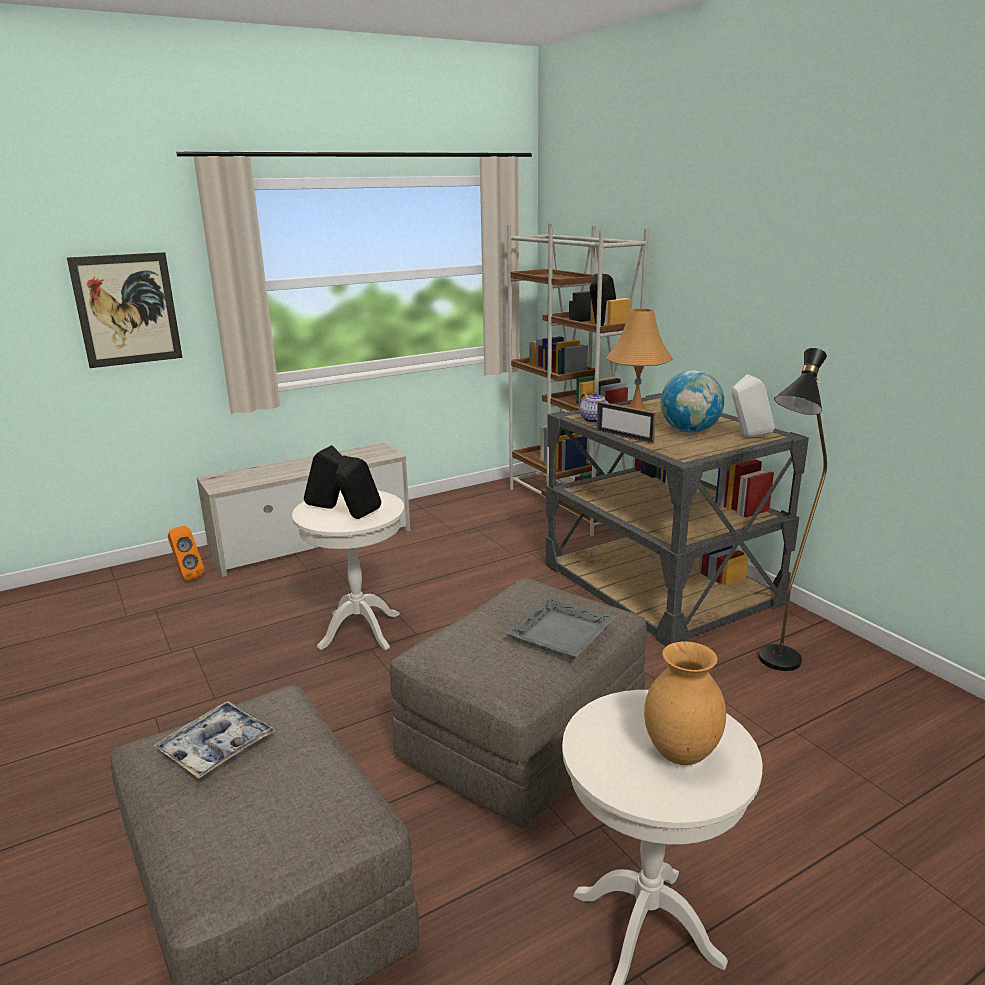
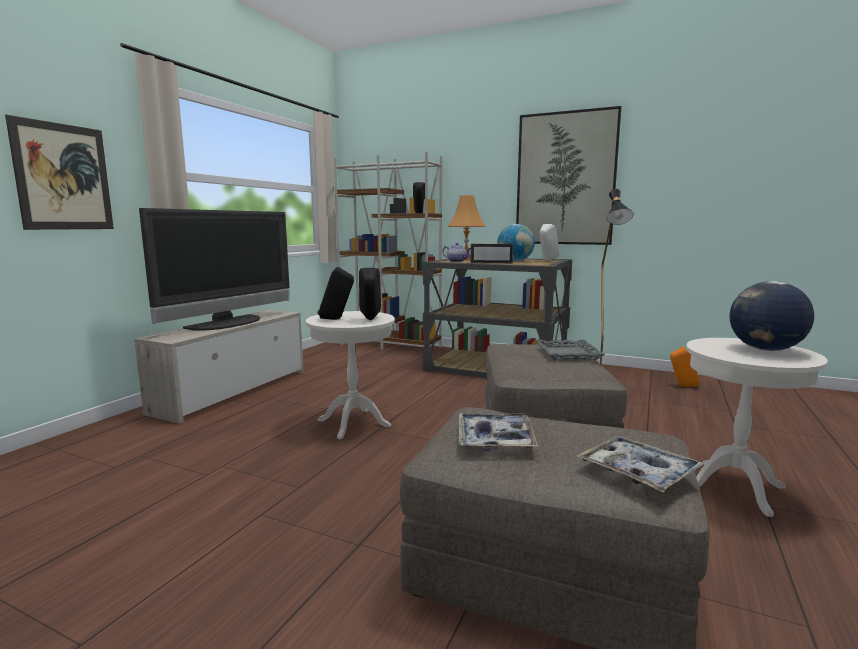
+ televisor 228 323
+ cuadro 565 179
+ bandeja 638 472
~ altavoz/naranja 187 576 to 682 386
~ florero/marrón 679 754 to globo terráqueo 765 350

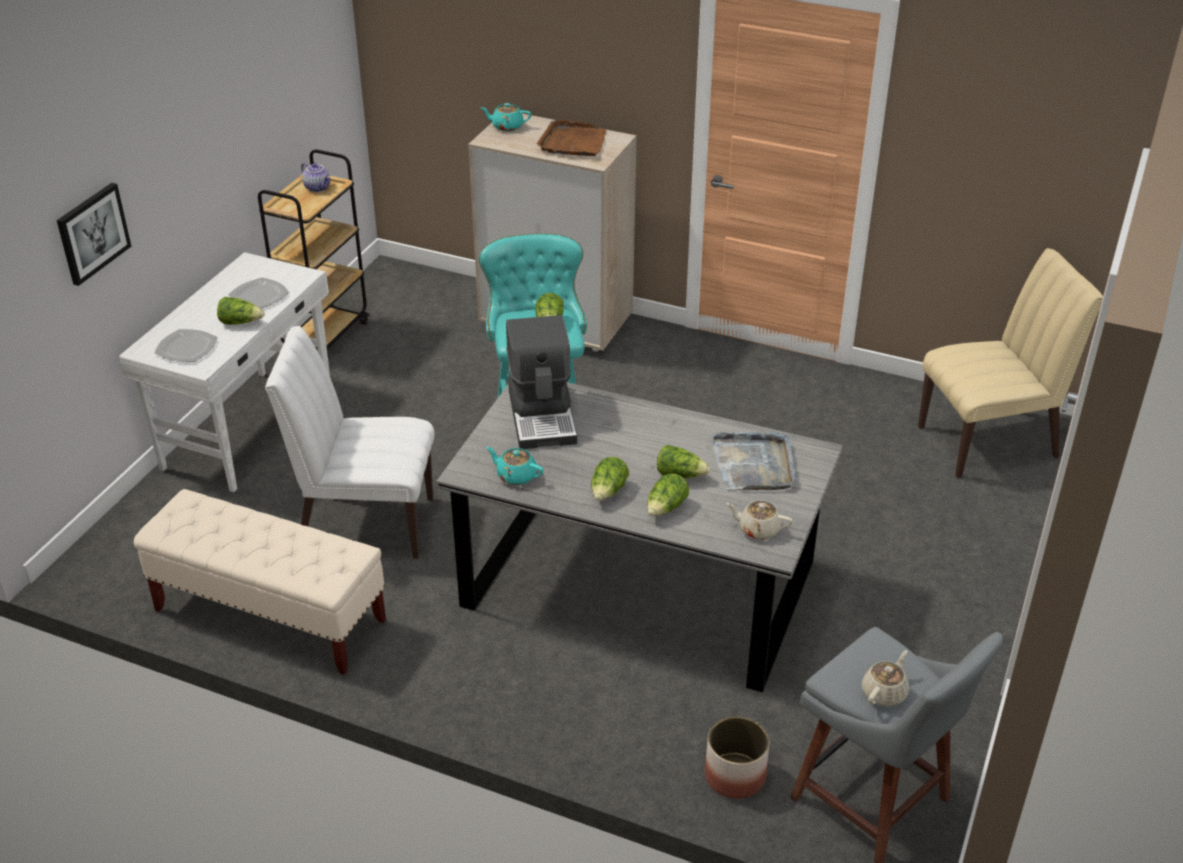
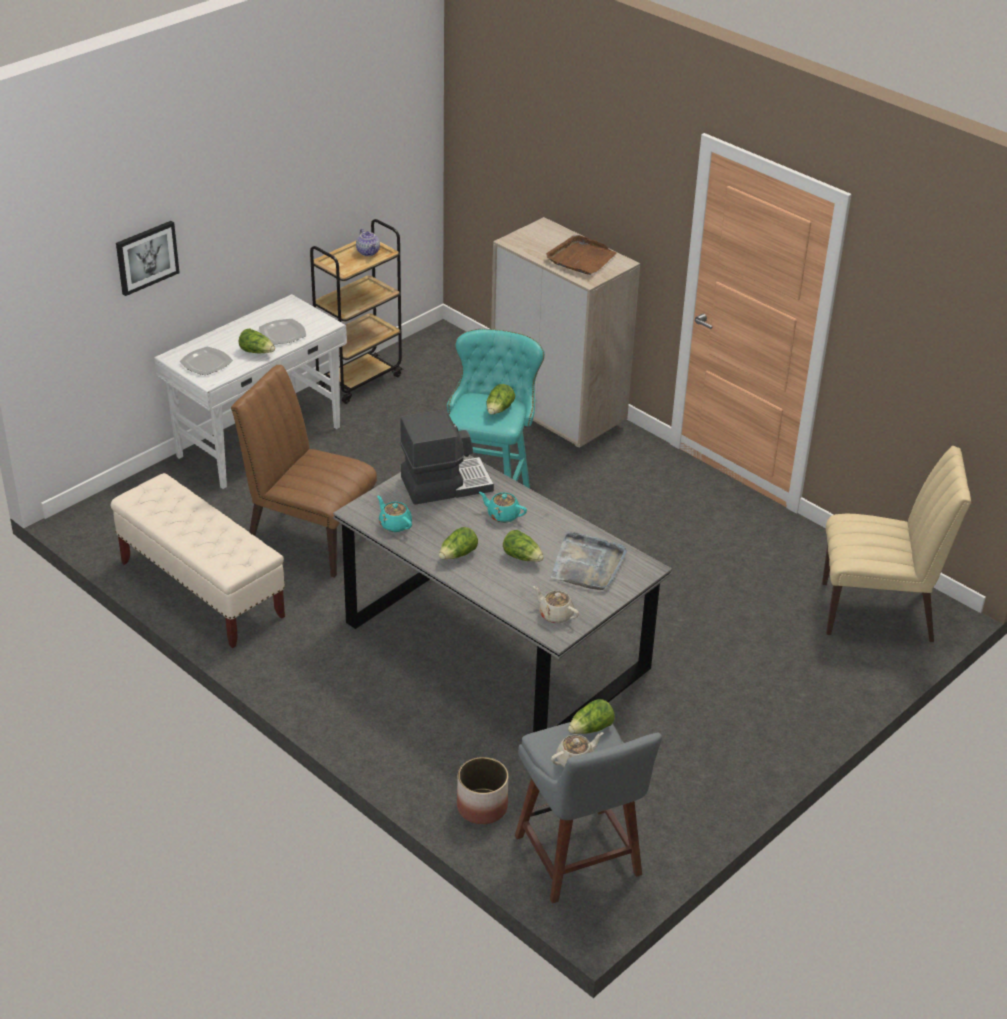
~ silla/blanco 367 524 to silla/marrón 311 541
~ cafetera 543 416 = 445 483 120 degrees counterclockwise
~ tetera/turquesa 507 126 to 502 515
~ lechuga 666 508 to 591 729

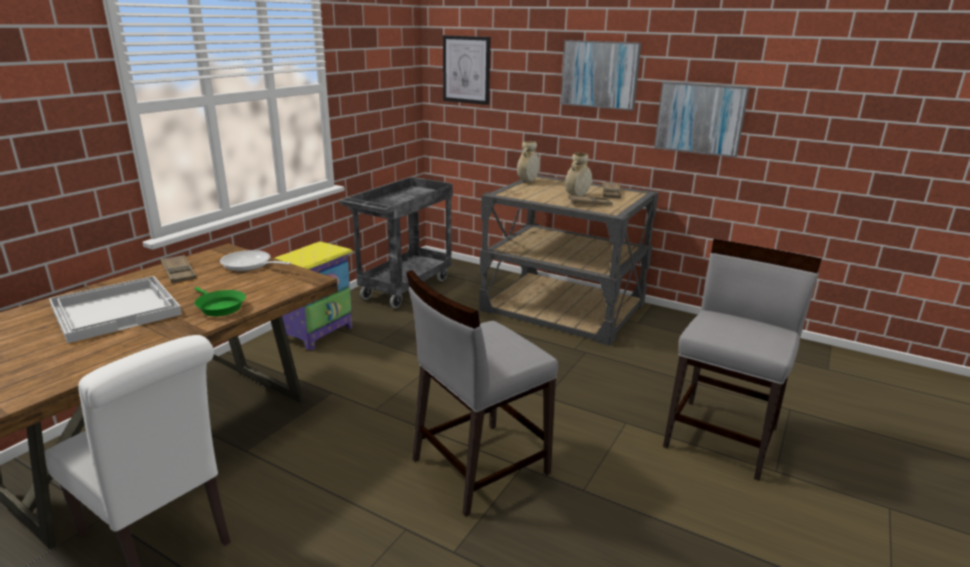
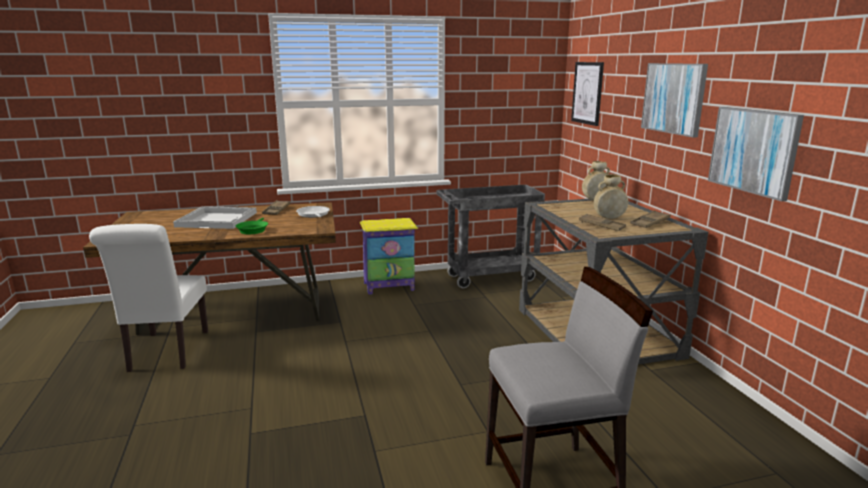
- silla/gris 478 466

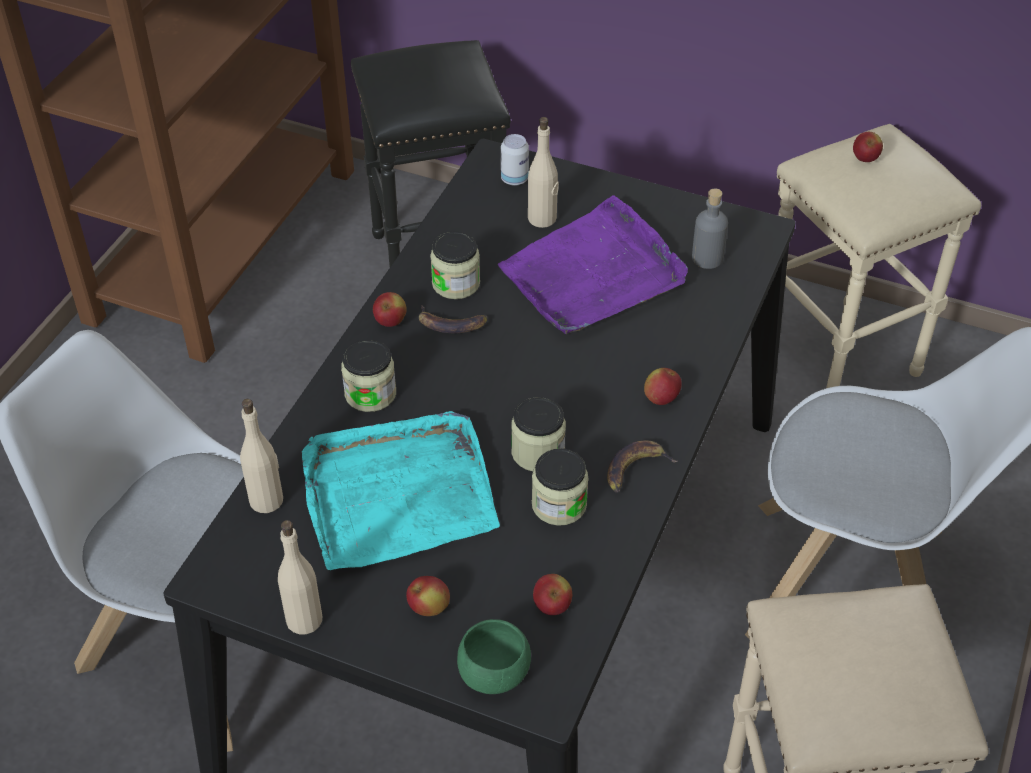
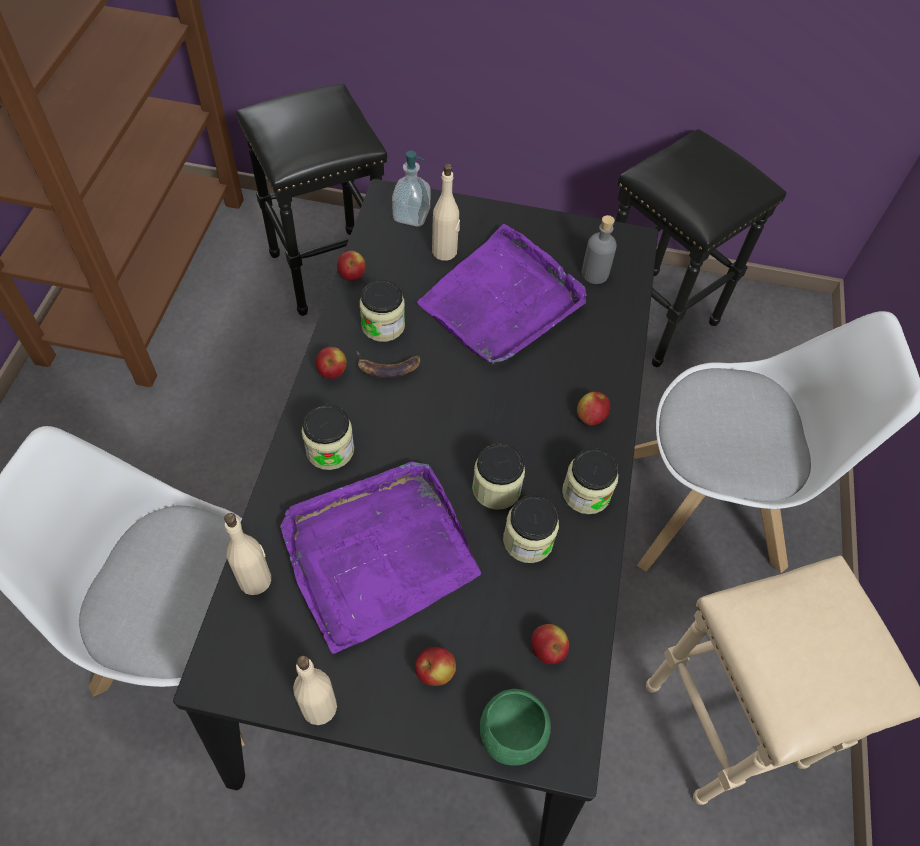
~ bandeja/turquesa 397 494 to bandeja/morado 378 553
~ manzana 865 159 to 352 276
~ lata 514 179 to dispensador de jabón 411 215
~ plátano 635 469 to tarro 586 493
~ taburete/beis 842 357 to taburete/negro 657 316

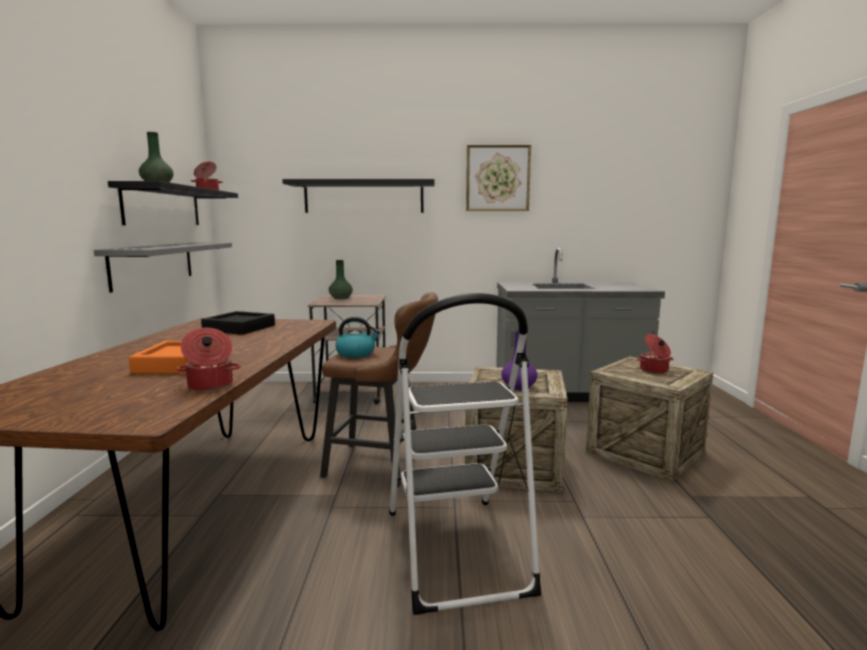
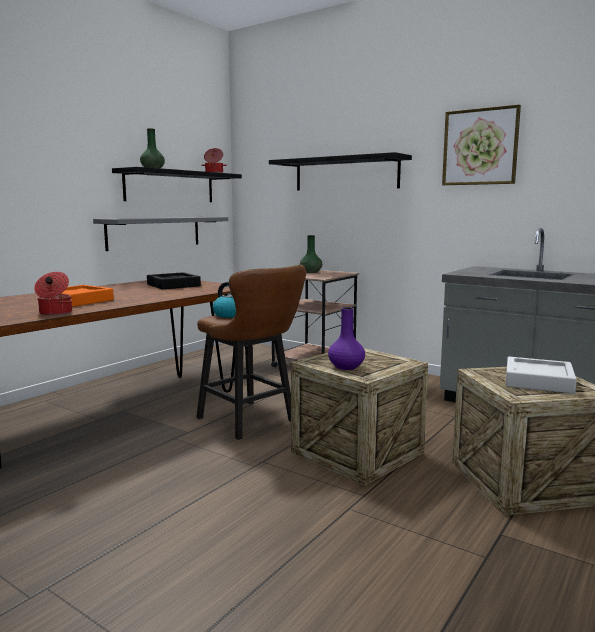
~ olla 654 370 to bandeja/gris 538 381
- escalera de tijera 455 553

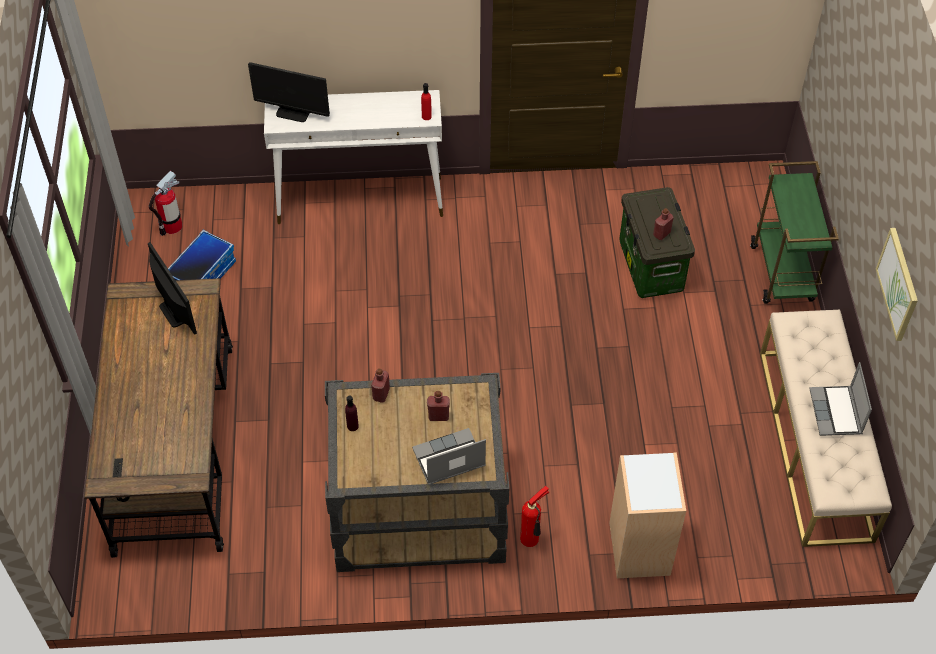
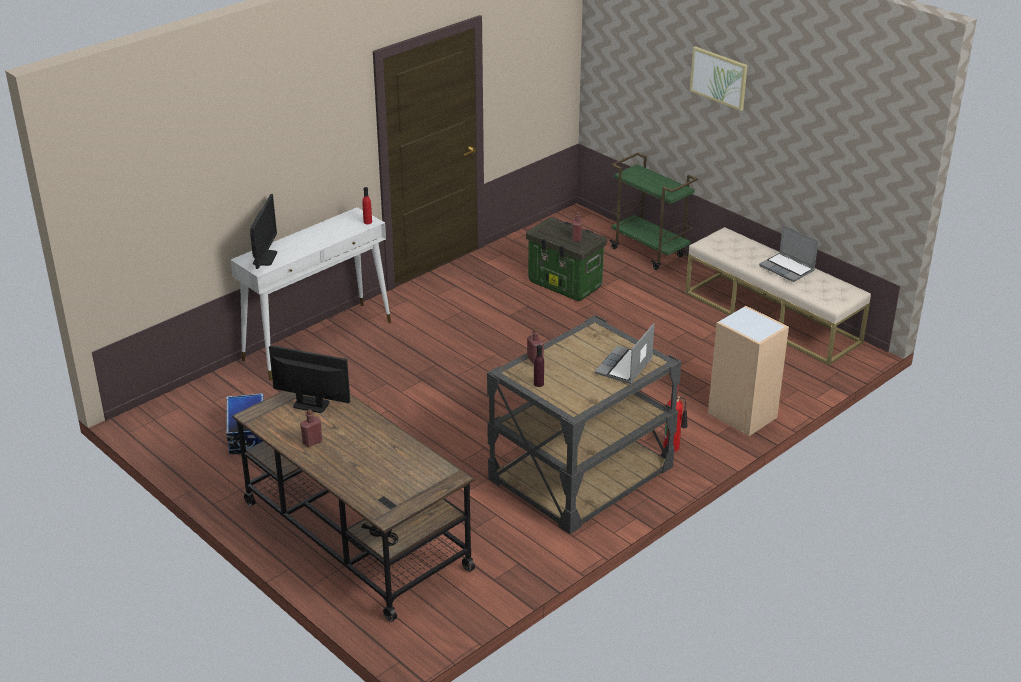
~ monitor 293 112 = 265 258 60 degrees counterclockwise
~ botella/rojo 438 416 to 312 442
~ cuadro 898 284 to 719 77
- extintor 172 226

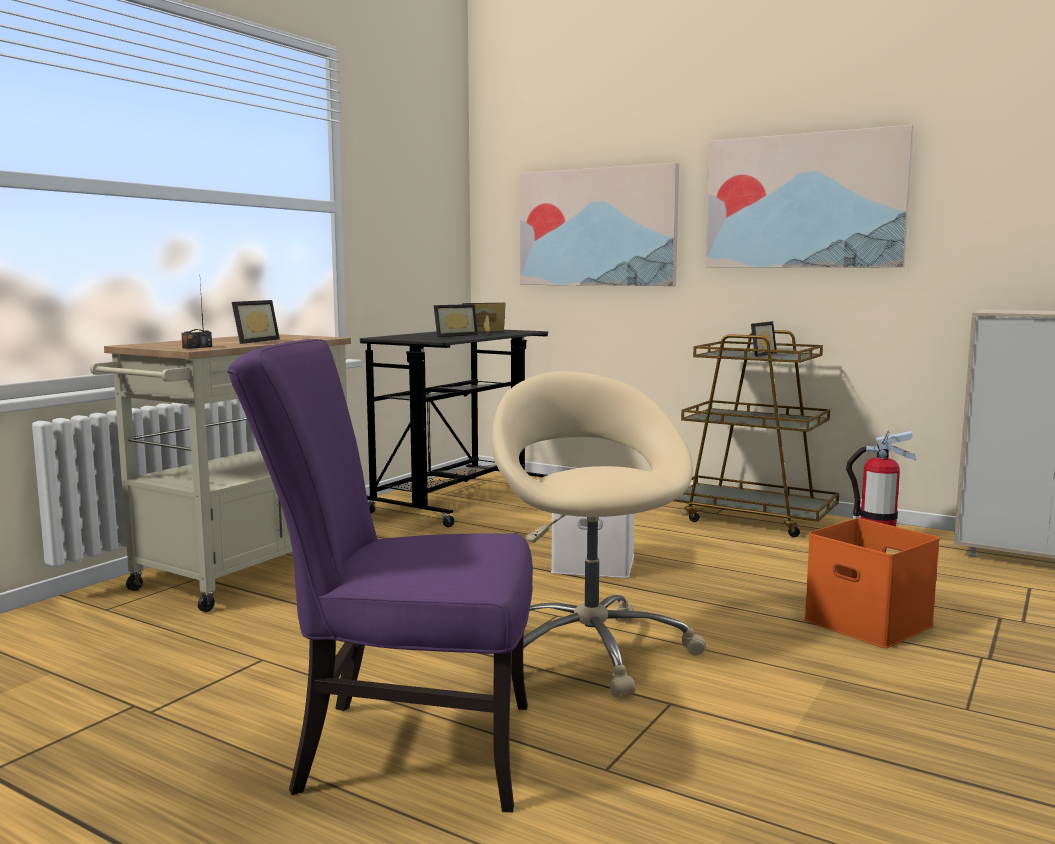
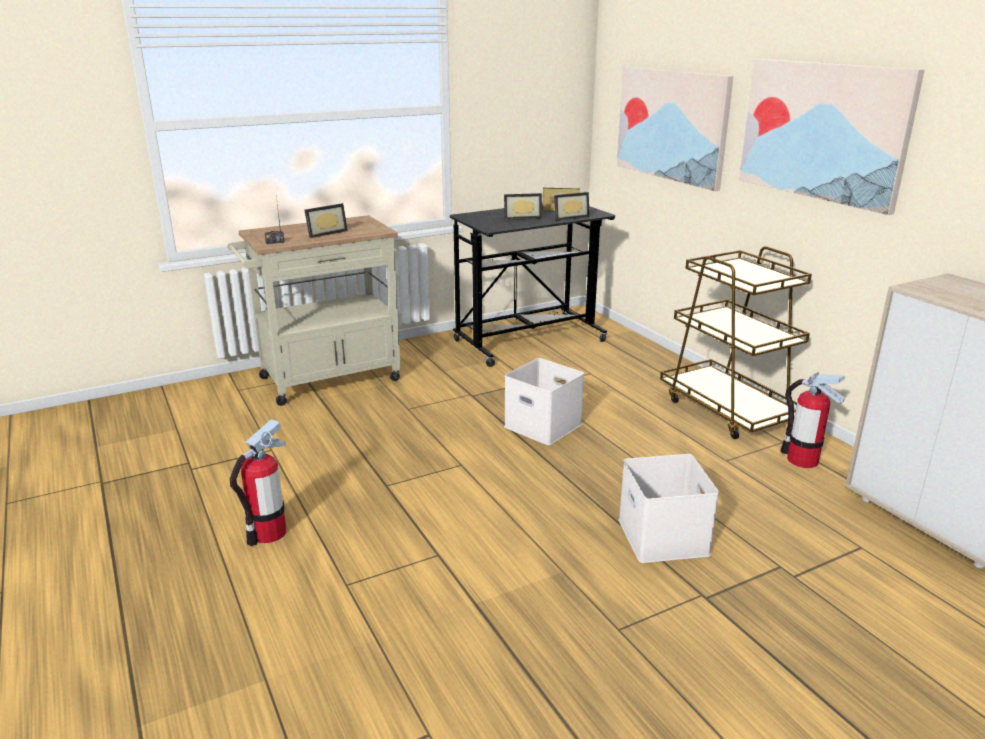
~ silla/morado 400 748 to extintor 268 533
~ portarretratos 758 354 to 569 217
~ caja de almacenaje/naranja 871 623 to caja de almacenaje/blanco 665 538
- silla de oficina/beis 591 651

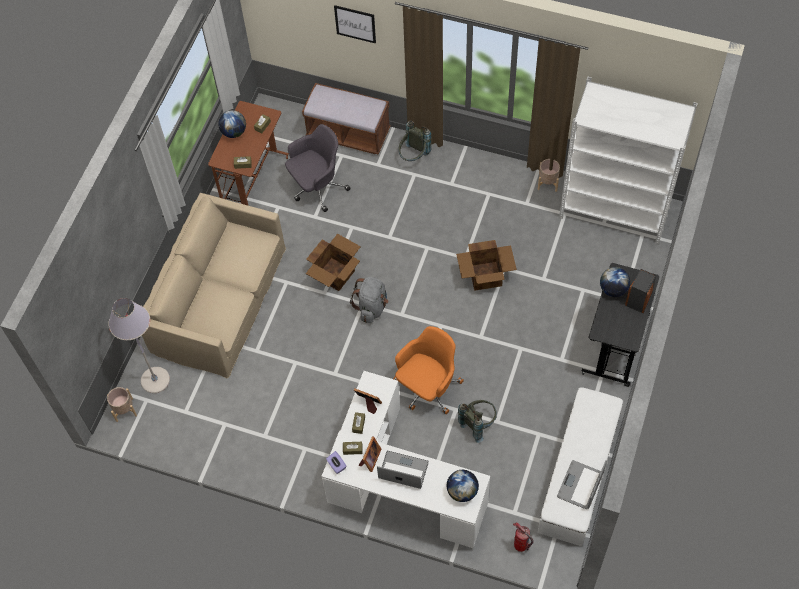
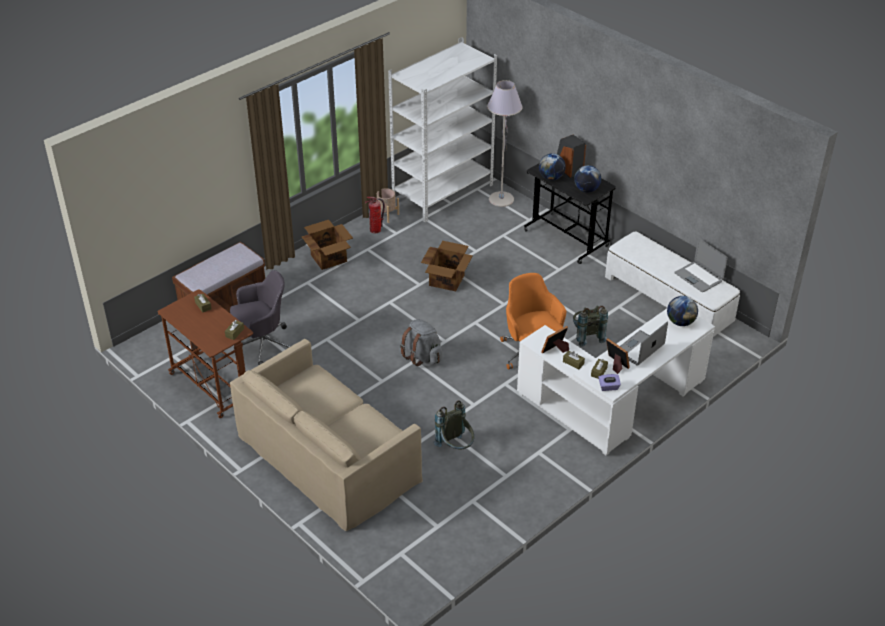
~ silla de oficina/gris 317 187 = 262 345 75 degrees clockwise
~ caja de cartón 335 274 to 328 258
~ extintor 520 545 to 375 230
~ mochila/gris 413 156 to 456 447
~ lámpara de pie/gris 155 380 to 501 200
~ globo terráqueo 234 132 to 586 190
- maceta/beis 124 409
- cuadro 355 24

